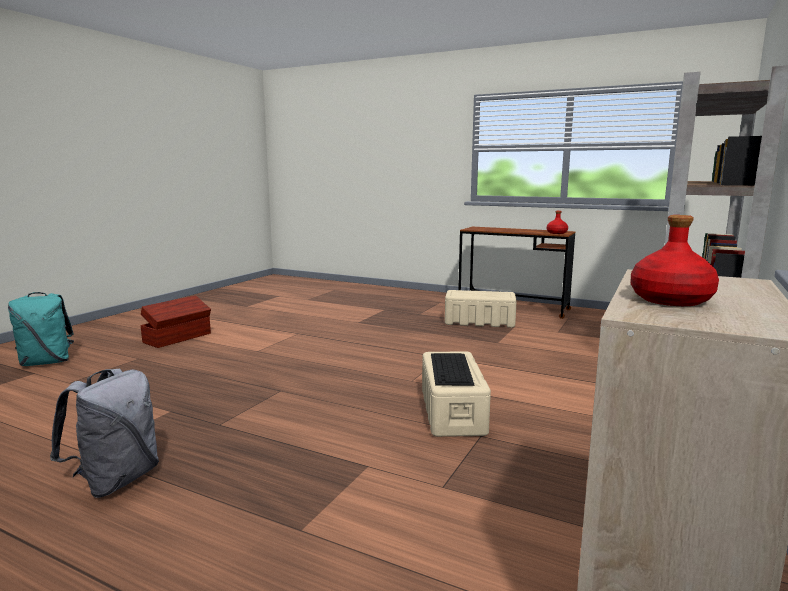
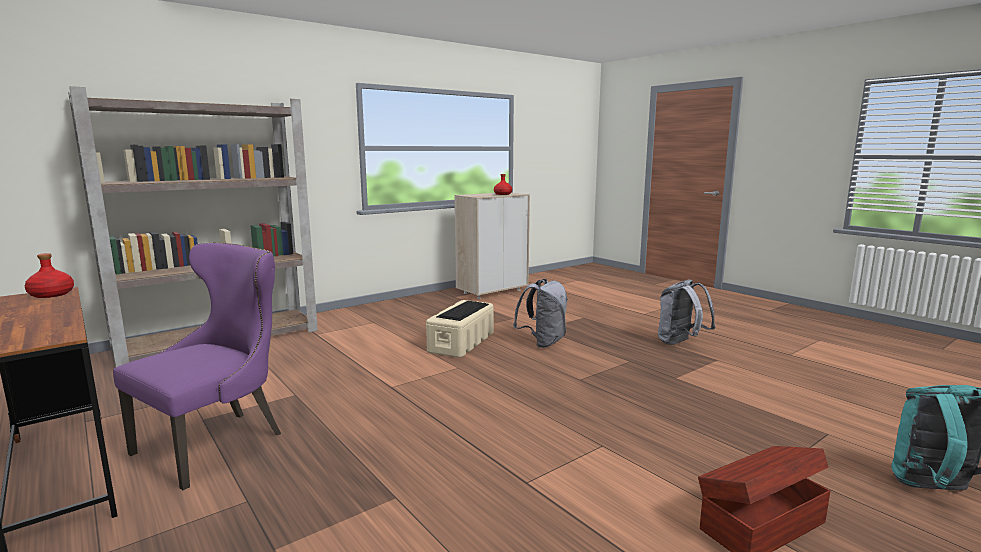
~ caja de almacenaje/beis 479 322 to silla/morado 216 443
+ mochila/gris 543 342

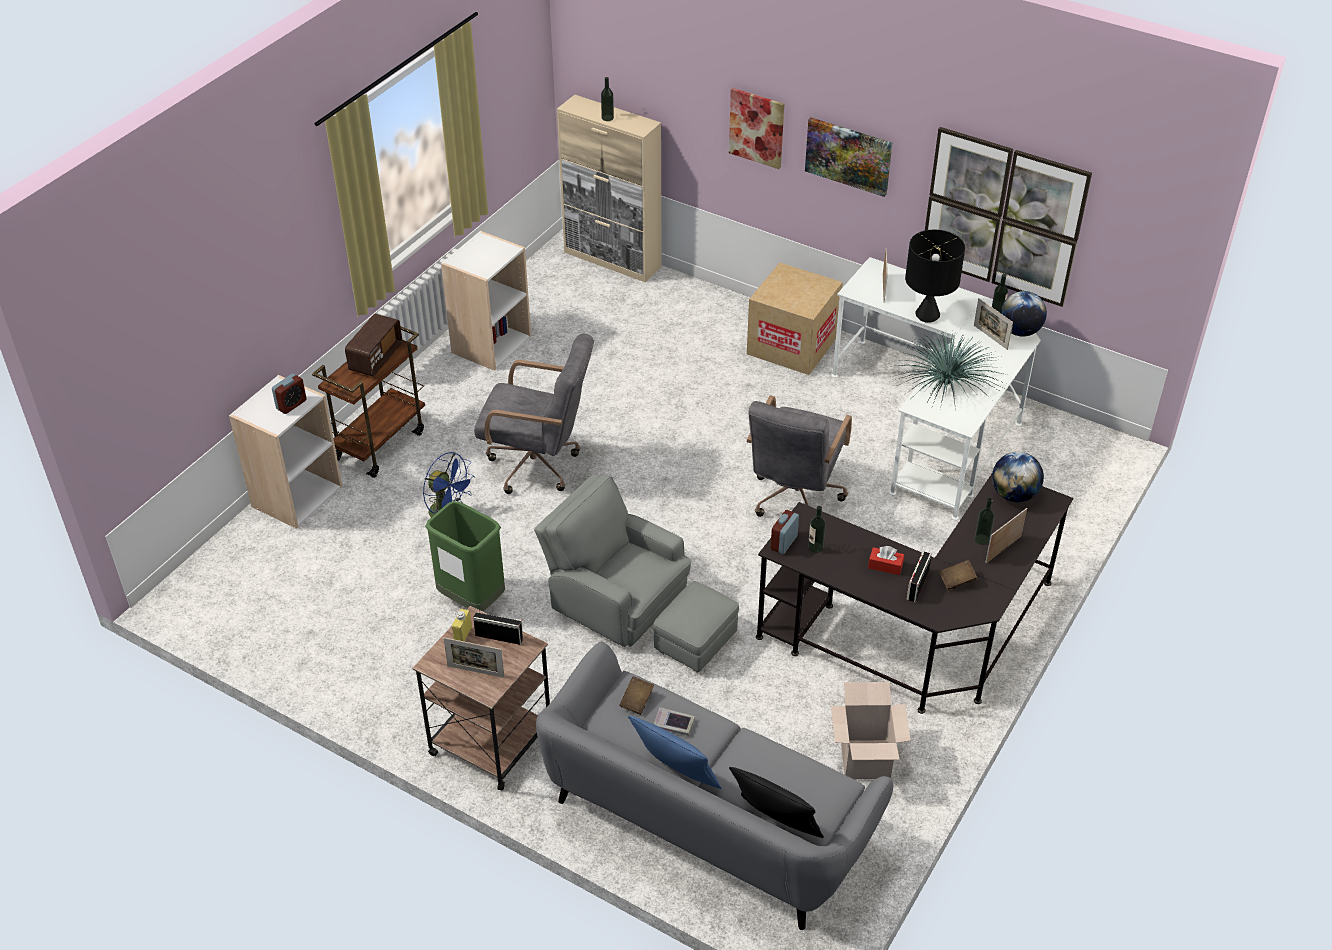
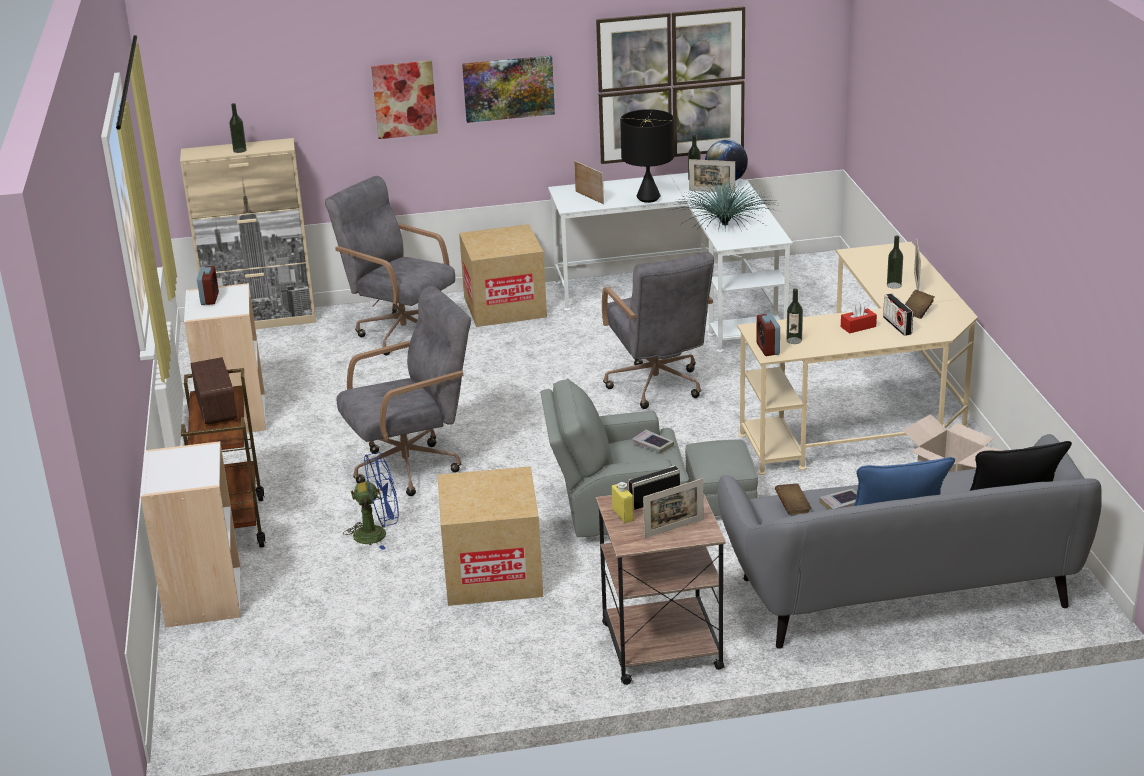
~ despertador 291 404 to 210 299
+ silla de oficina/gris 400 334
~ papelera/verde 471 599 to caja de cartón 492 574
+ libro 652 445
~ escritorio/negro 918 636 to escritorio/beis 868 414
- globo terráqueo 1014 495

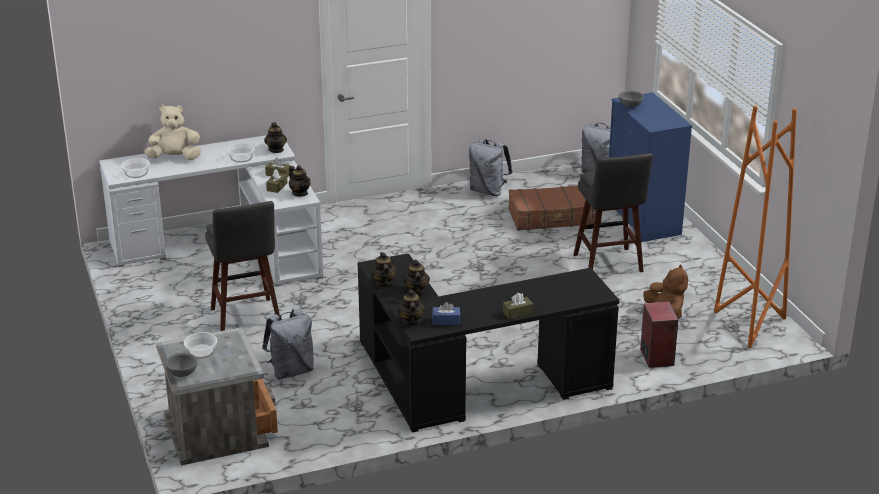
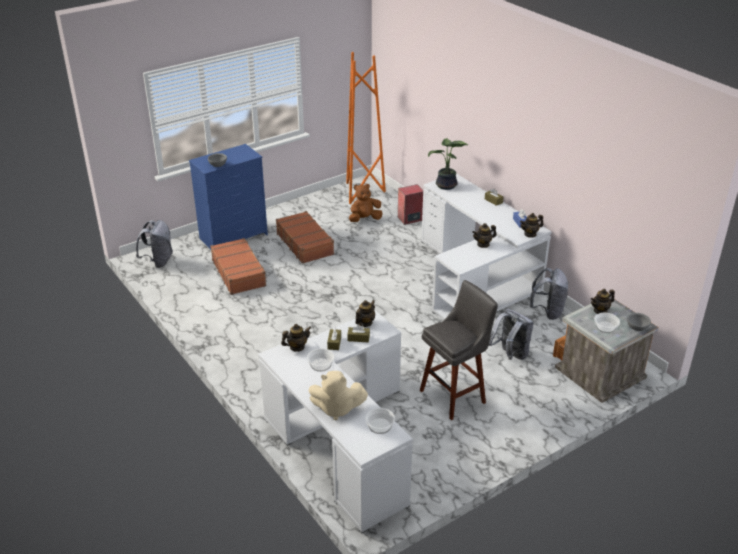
~ taburete/gris 608 265 to maleta/marrón 304 244
~ peluche/beis 175 158 = 336 408 60 degrees counterclockwise
~ escritorio/negro 470 383 to escritorio/blanco 477 278
+ planta en maceta 446 186
~ mochila/gris 488 191 to 547 312
~ tetera 383 283 to 600 311

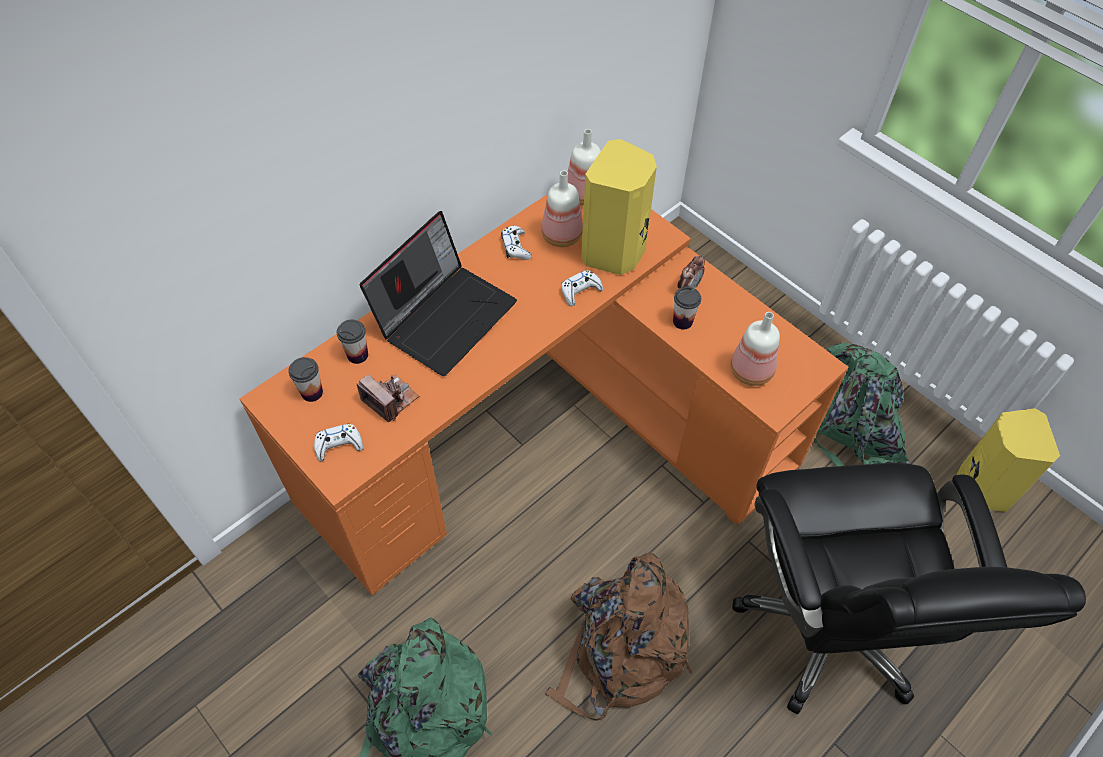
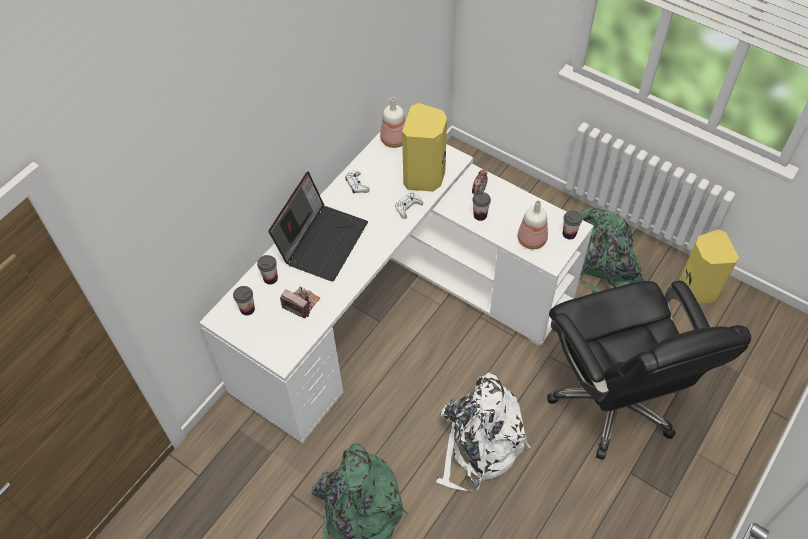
~ escritorio/naranja 546 432 to escritorio/blanco 394 309
~ mochila/marrón 620 650 to mochila/blanco 479 444
+ taza 569 234
- mando de consola/blanco 338 445
- botella 561 237

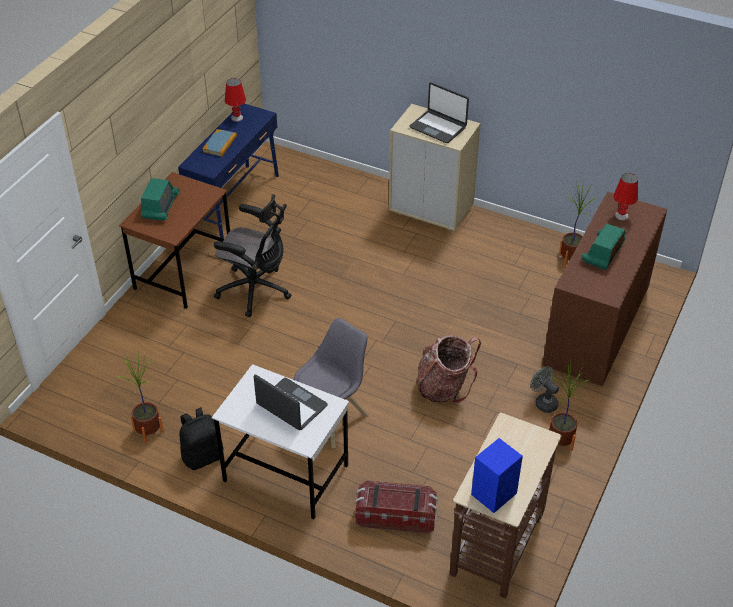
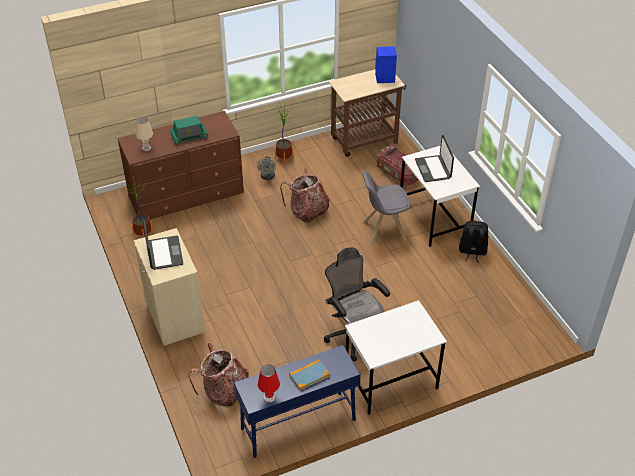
~ lámpara de mesa/rojo 621 216 to lámpara de mesa/beis 146 148
+ mochila 224 391
~ escritorio/marrón 183 272 to escritorio/blanco 390 381
- planta en maceta 149 431
- radio 160 207

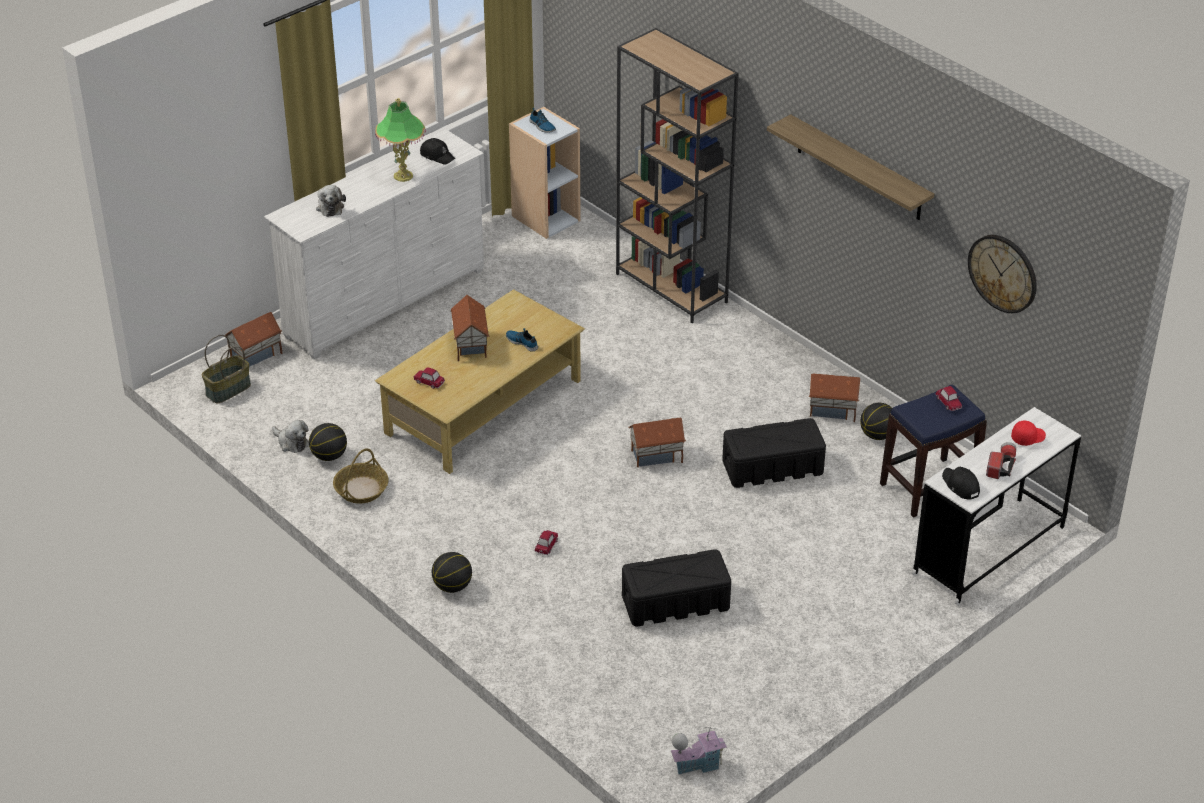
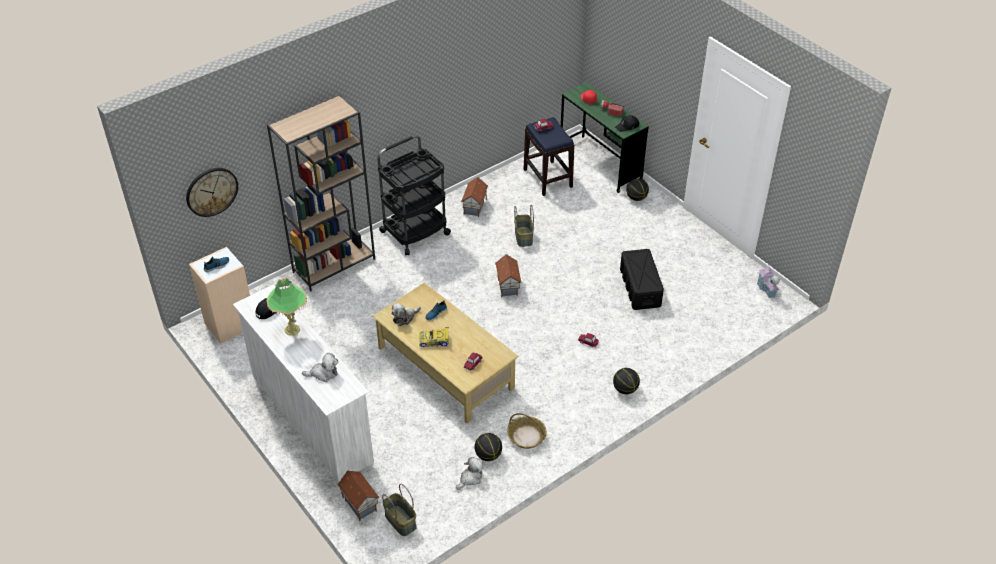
~ reloj de pared 1003 273 to 211 191
+ carrito/negro 415 233
+ peluche 404 318
~ casita 469 345 to coche de juguete 434 340
~ caja de almacenaje/negro 772 467 to cesta 524 237
~ escritorio/blanco 989 551 to escritorio/verde 600 164
~ balón de baloncesto 877 435 to 636 198
- estante 859 169

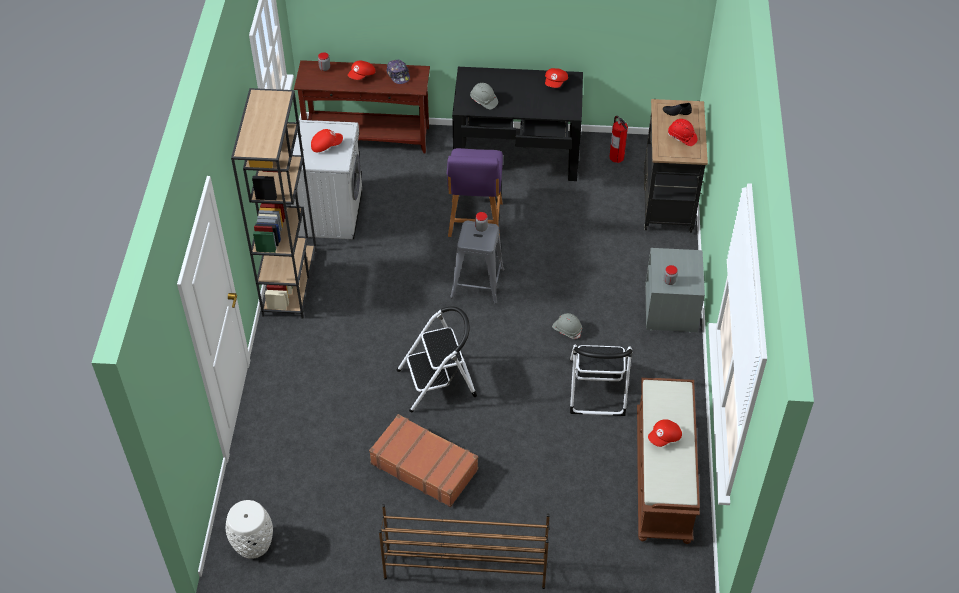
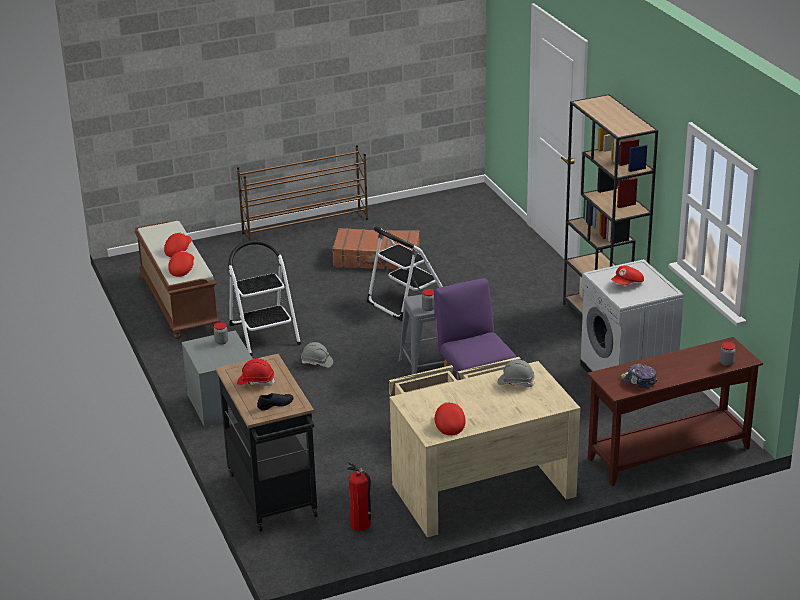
~ gorra/rojo 362 75 to 182 269
~ escritorio/negro 517 159 to escritorio/beis 478 485
- taburete/blanco 253 543

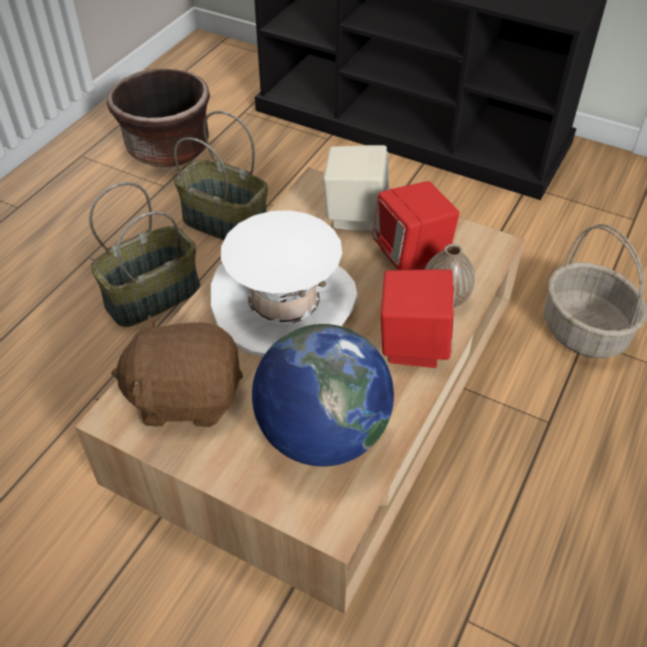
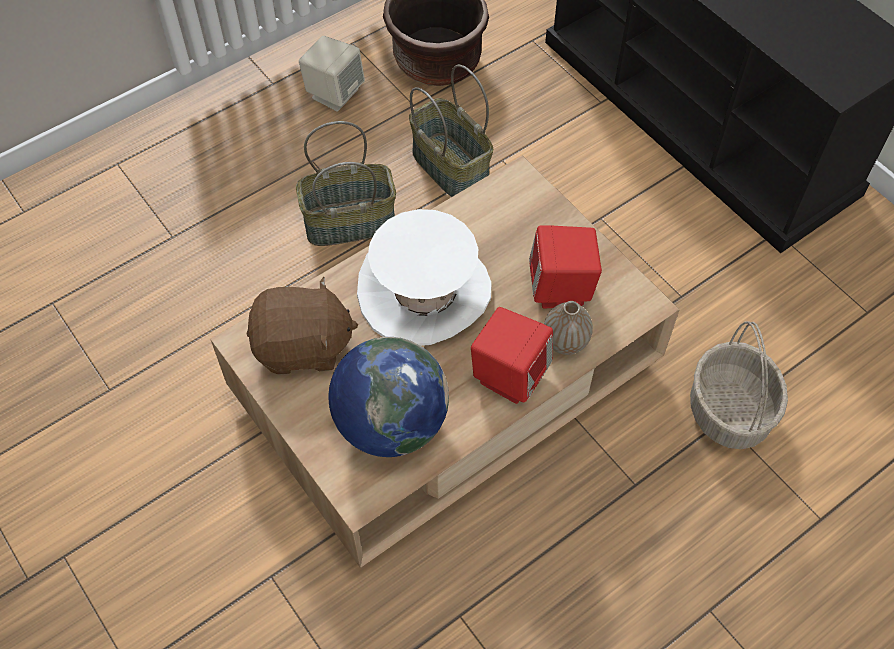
~ peluche/marrón 185 396 = 303 347 150 degrees clockwise
~ altavoz/beis 355 215 to 334 93

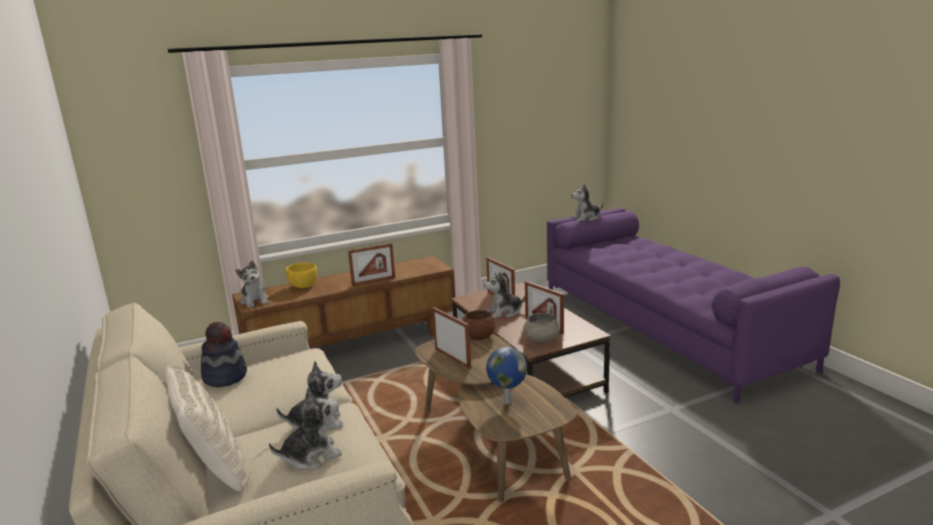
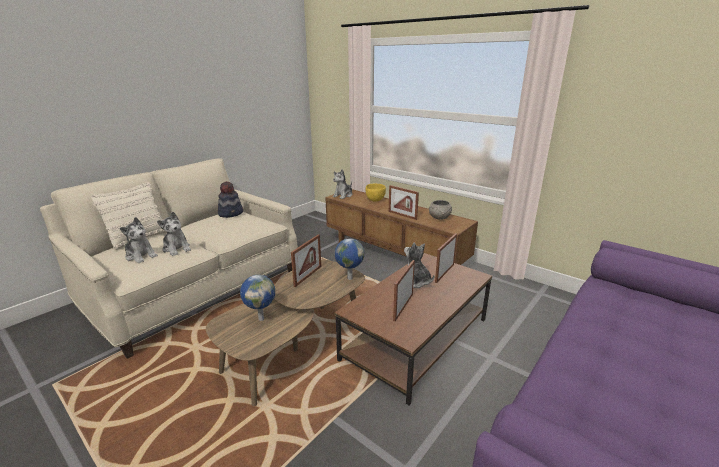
~ cuenco/marrón 478 337 to globo terráqueo 349 278
~ cuenco/gris 542 341 to 439 218
- peluche 586 218

